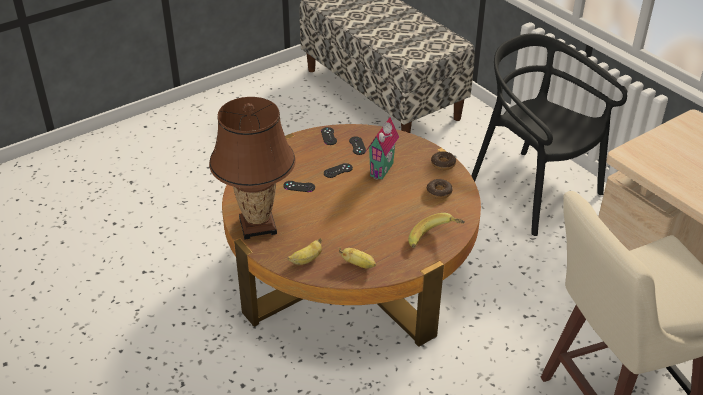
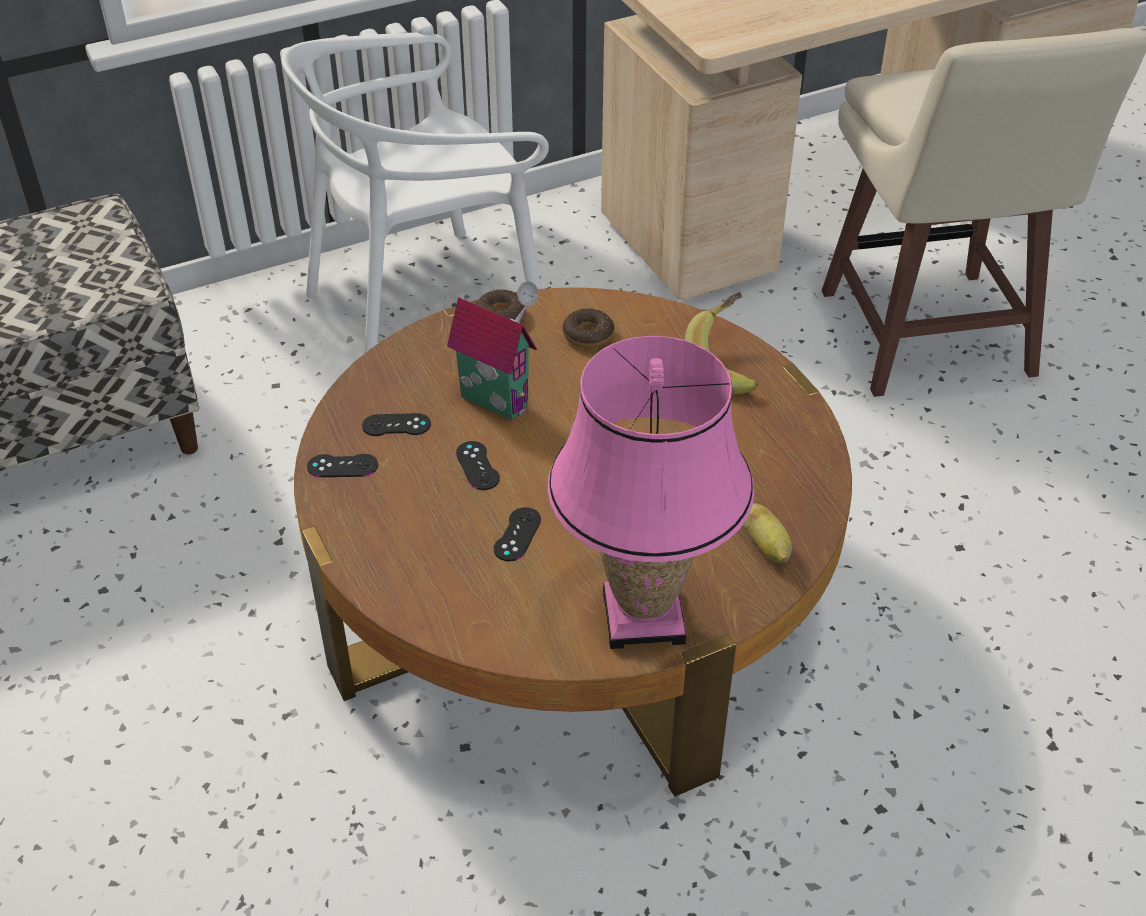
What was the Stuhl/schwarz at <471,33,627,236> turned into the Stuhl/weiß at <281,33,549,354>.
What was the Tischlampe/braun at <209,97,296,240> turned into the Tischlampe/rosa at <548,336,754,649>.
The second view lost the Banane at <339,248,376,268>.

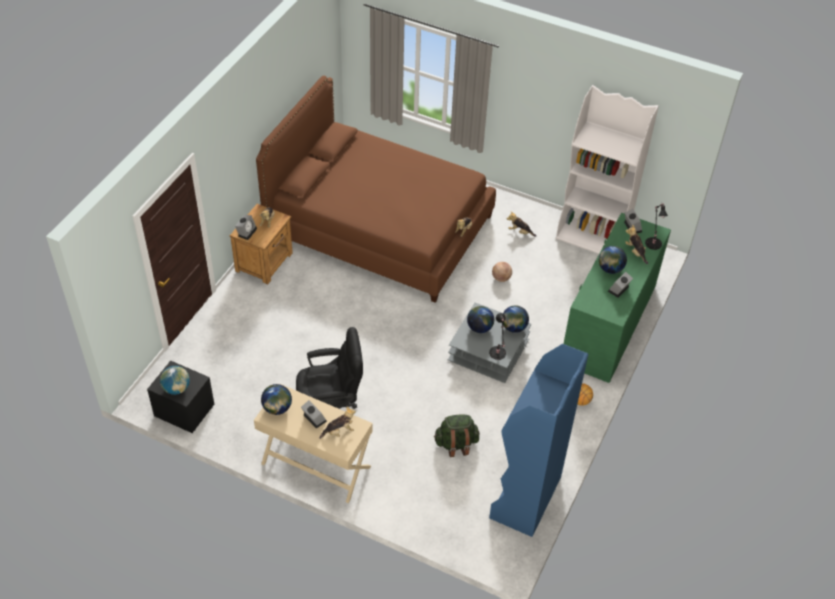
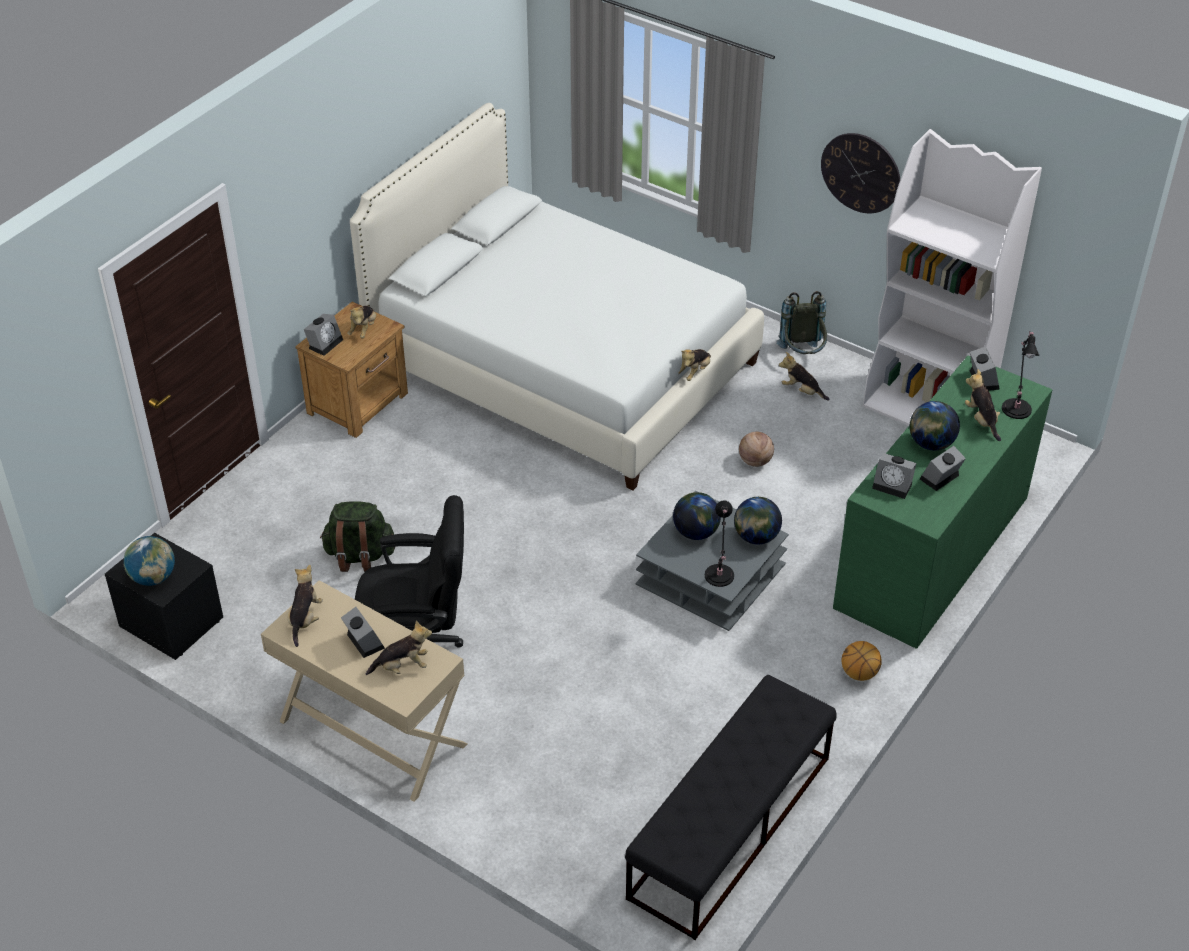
What was the Bett/braun at <256,76,496,303> turned into the Bett/weiß at <350,103,764,490>.
Where the Bücherregal/blau stood at <489,344,588,537>, the Bank/schwarz came to stand at <625,675,836,940>.
Where the Globus stood at <261,384,292,415>, the Plüschtier came to stand at <288,565,323,647>.
The Rucksack/grün ended up elsewhere, having gone from <434,415,480,457> to <320,501,395,572>.
The second view gained the Wanduhr at <821,133,900,213>.
The second view gained the Rucksack/grau at <776,291,827,354>.
The second view gained the Wecker at <872,453,916,499>.

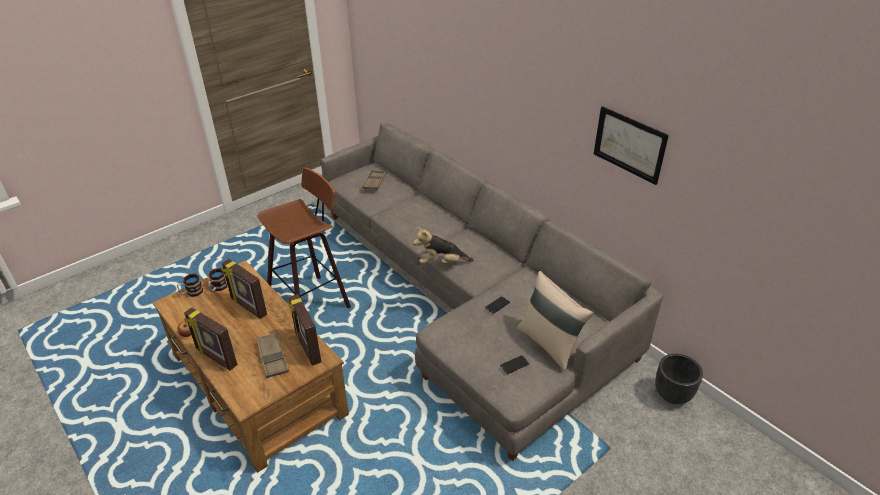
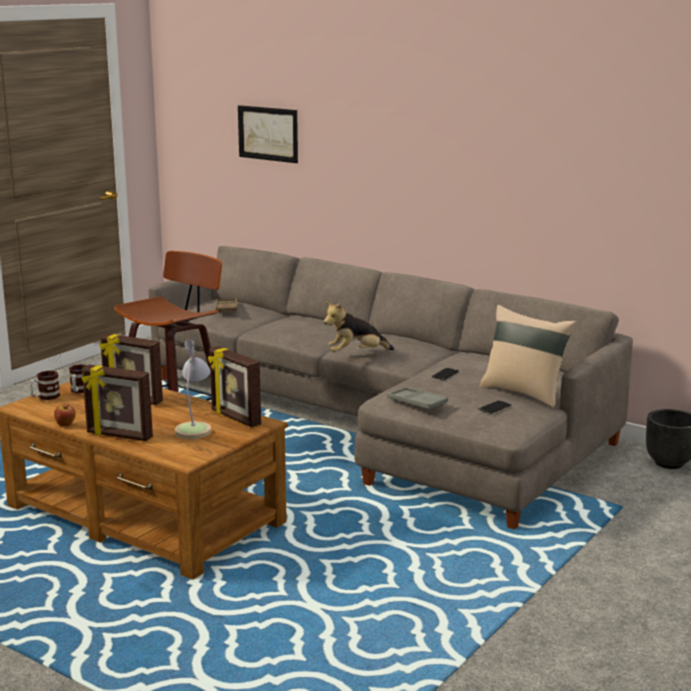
The Bild ended up elsewhere, having gone from <594,106,669,185> to <238,105,298,163>.
Where the Tablett/braun stood at <256,332,289,378>, the Tischlampe came to stand at <175,339,212,439>.
The second view gained the Tablett/grau at <387,387,448,410>.

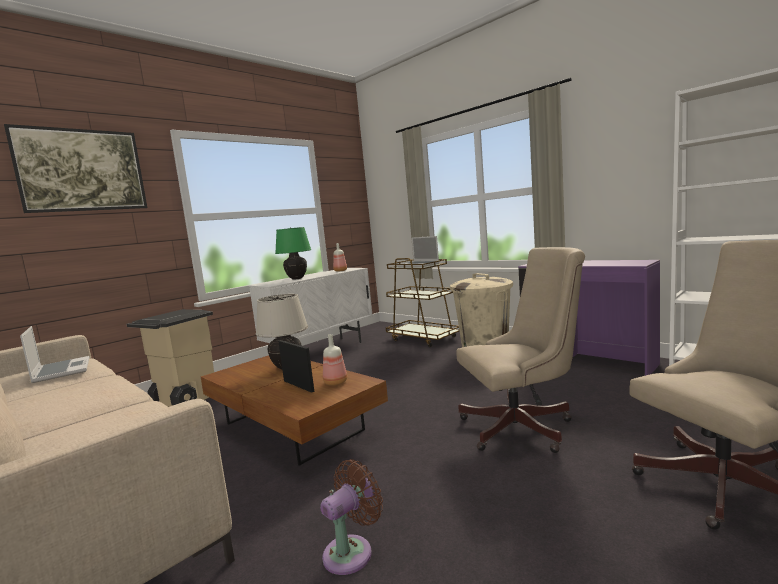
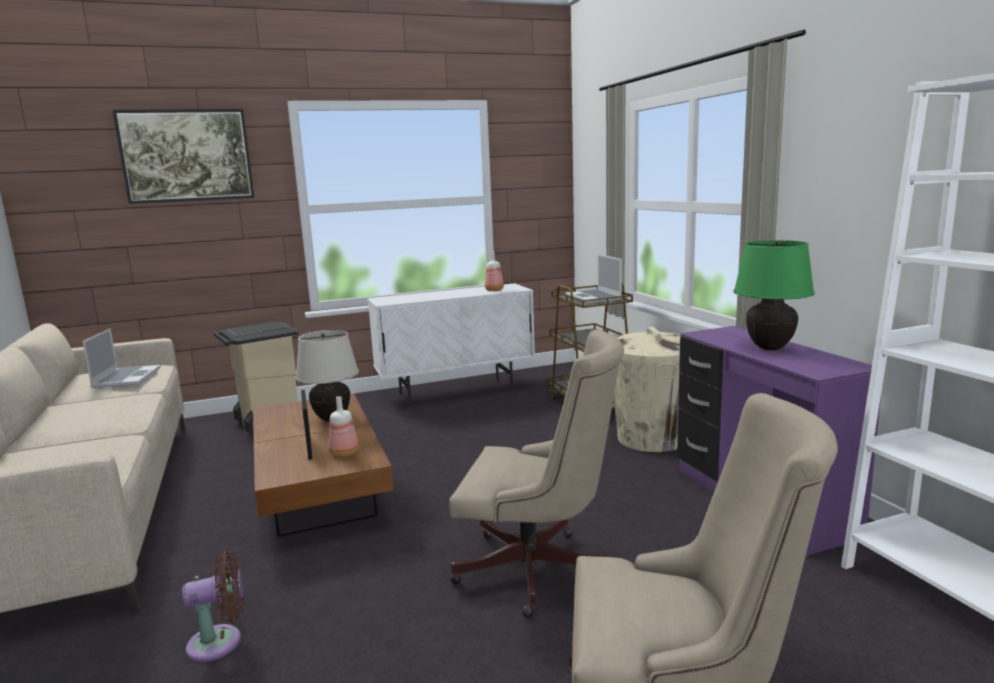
The Tischlampe/grün ended up elsewhere, having gone from <275,227,311,280> to <734,240,815,350>.

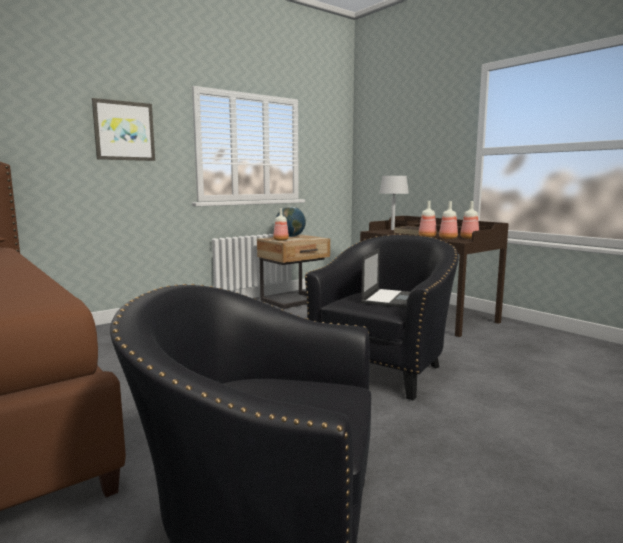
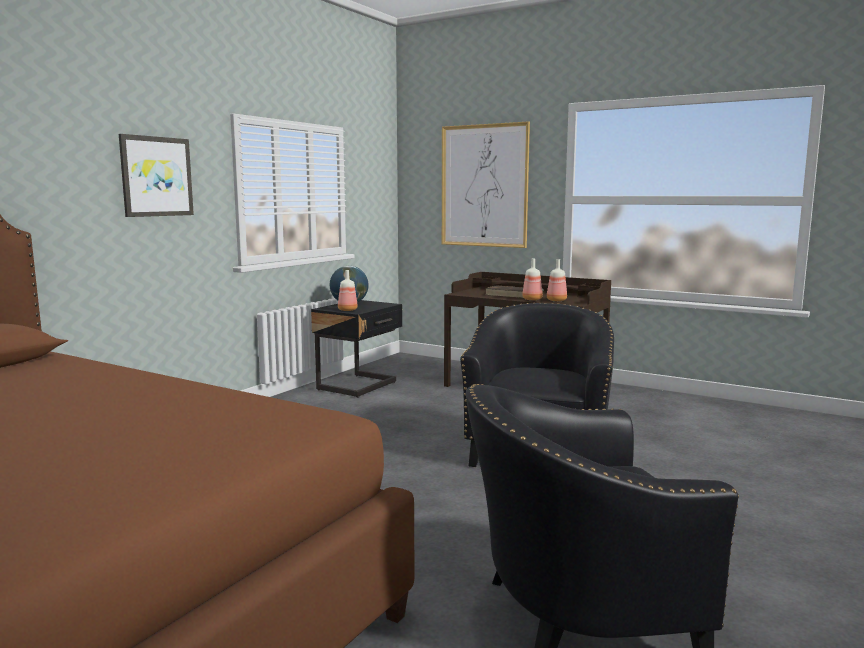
The second view lost the Tischlampe/grau at <379,176,409,230>.
The second view lost the Flasche at <460,201,479,239>.
What was the Nachttisch/beige at <257,235,330,310> turned into the Nachttisch/schwarz at <311,300,402,398>.
The second view lost the Laptop at <361,248,410,308>.
The second view gained the Bild at <442,121,530,248>.

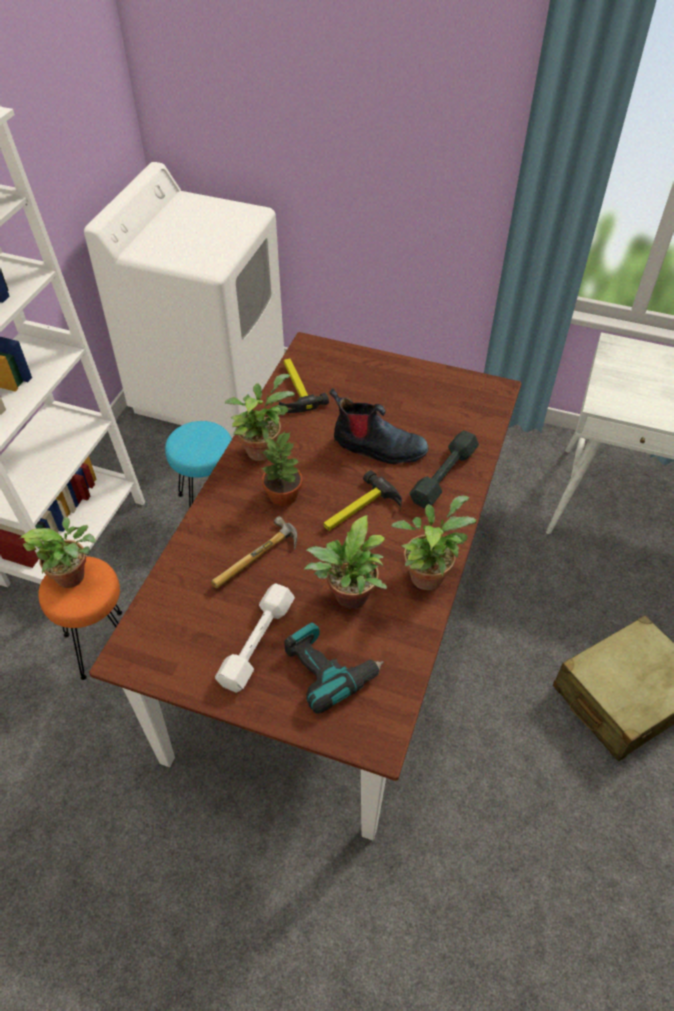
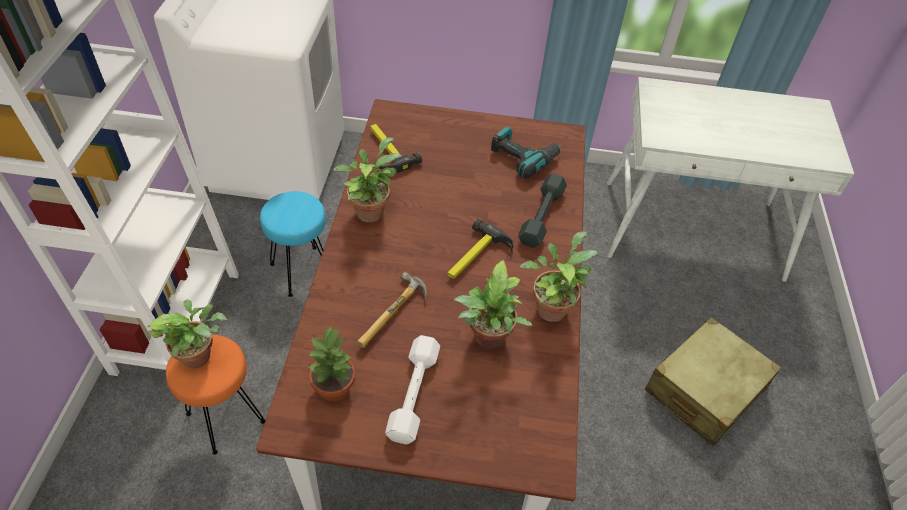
The second view lost the Stiefel at <329,388,428,464>.
The Topfpflanze ended up elsewhere, having gone from <262,431,303,506> to <309,326,355,401>.
The Bohrmaschine ended up elsewhere, having gone from <284,622,384,714> to <491,126,561,179>.

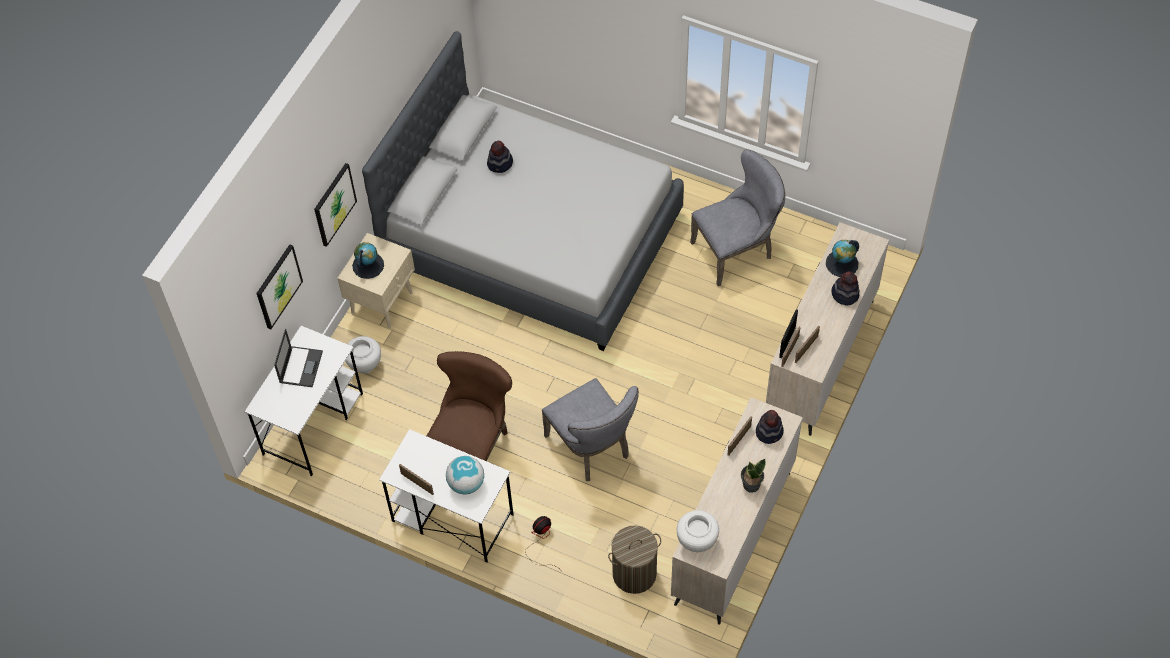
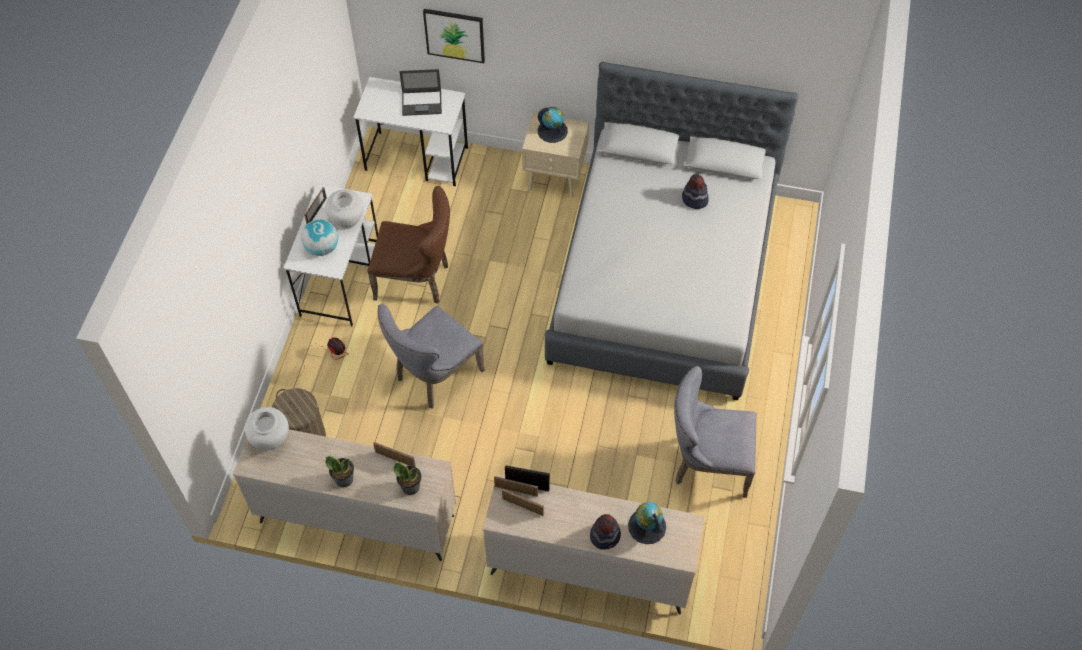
The Stuhl/grau at <690,149,785,286> ended up facing another way, 135 degrees clockwise from before.
The second view lost the Bild at <314,163,357,247>.
The Vase/weiß ended up elsewhere, having gone from <345,336,381,373> to <325,190,364,229>.
Where the Hut stood at <756,410,784,444>, the Topfpflanze came to stand at <393,462,422,495>.

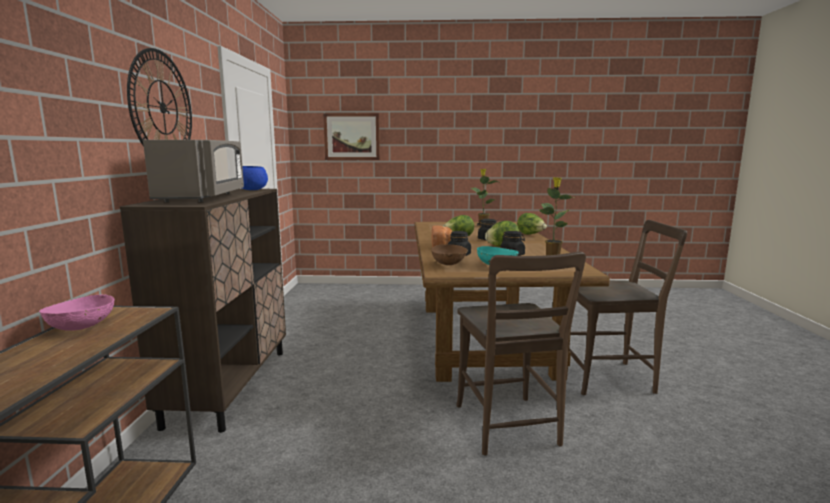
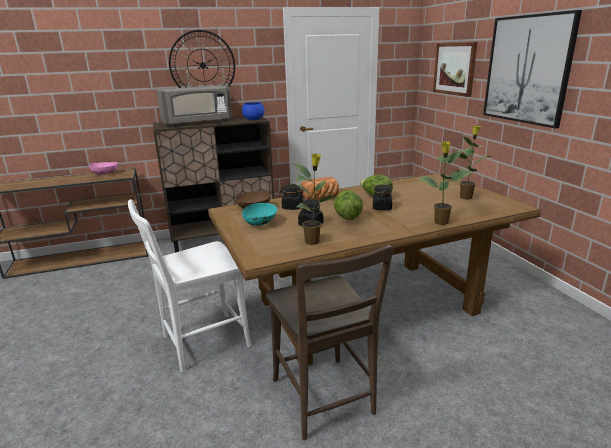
Where the Salatkopf stood at <517,213,547,234>, the Topfpflanze came to stand at <417,141,472,225>.
What was the Stuhl/braun at <456,252,586,455> turned into the Stuhl/weiß at <128,199,252,372>.
The second view gained the Bild at <483,10,582,128>.

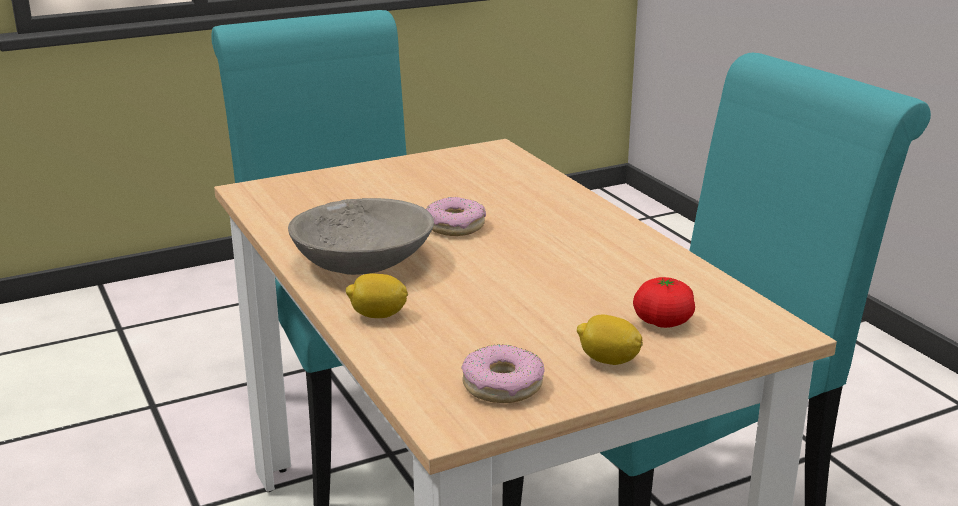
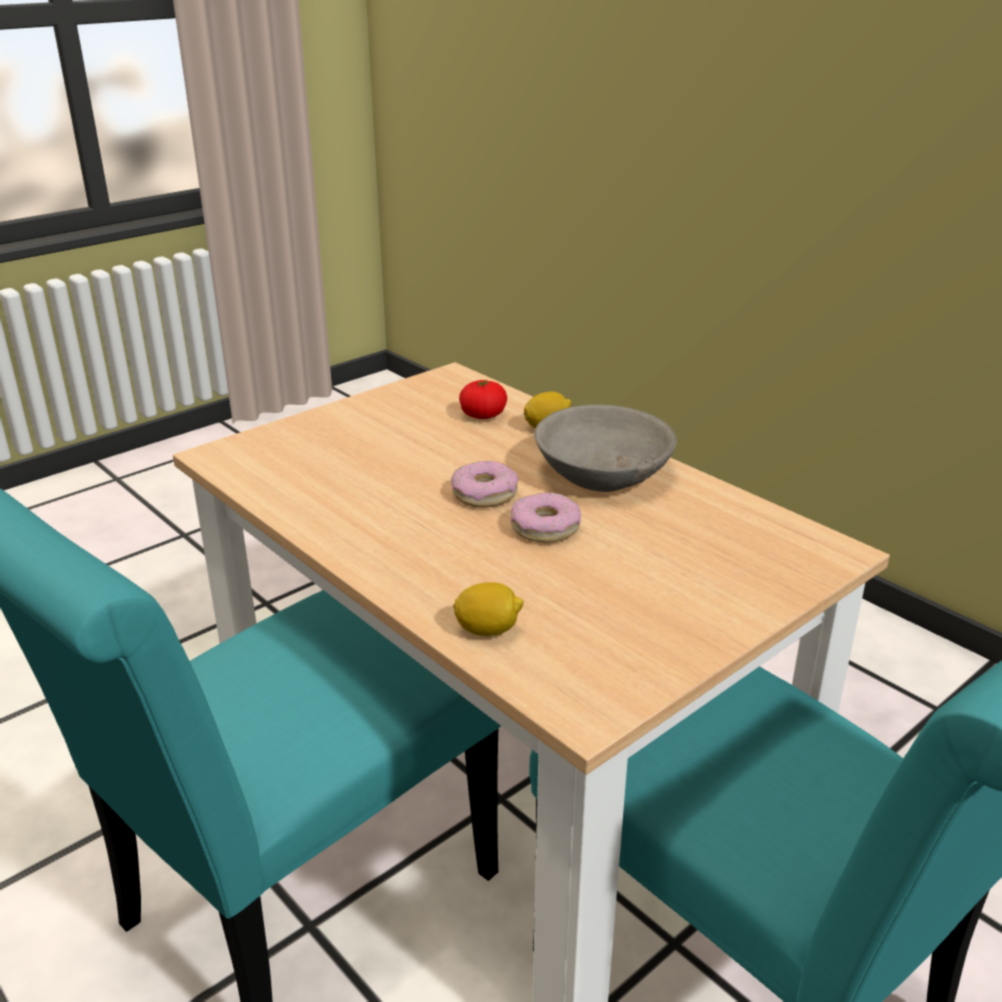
The Tomate ended up elsewhere, having gone from <633,277,695,328> to <459,380,507,419>.
The Zitrone ended up elsewhere, having gone from <577,315,643,365> to <453,582,524,636>.
The Donut ended up elsewhere, having gone from <461,344,545,403> to <451,461,519,508>.

